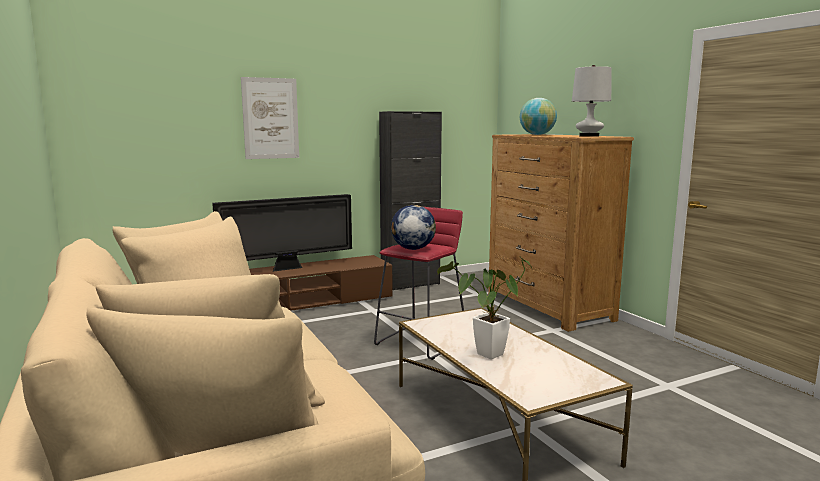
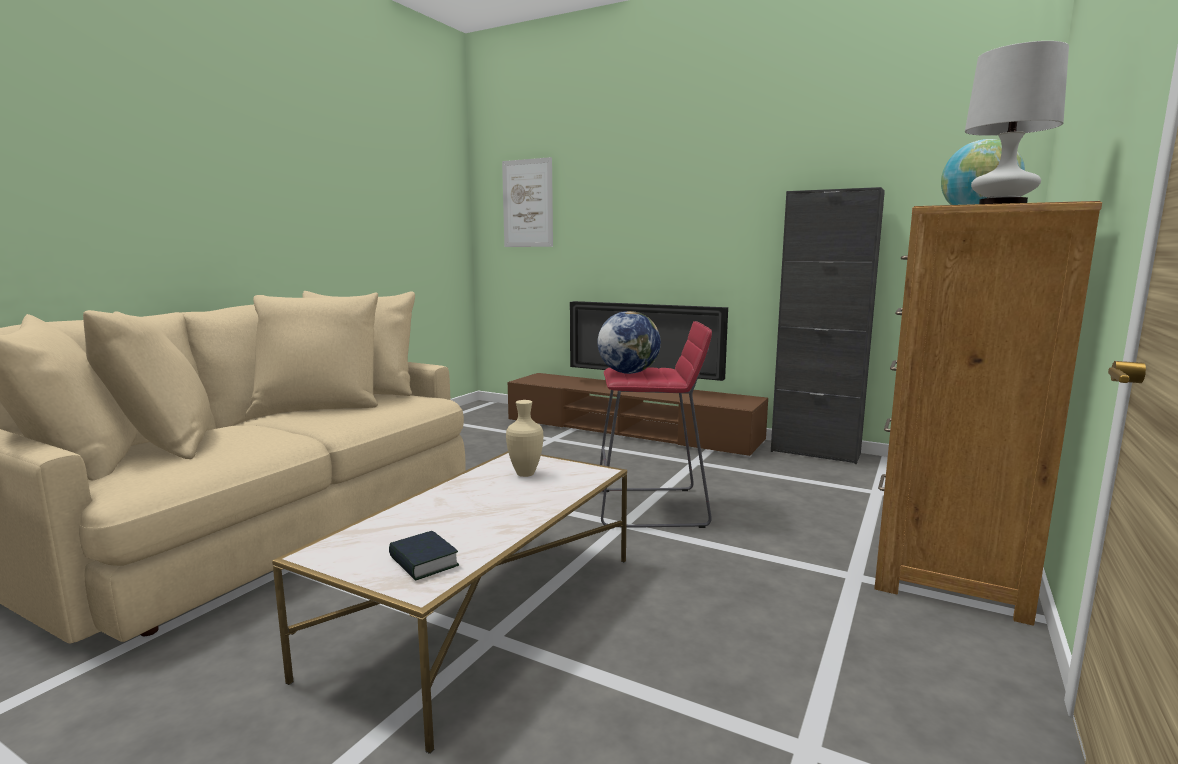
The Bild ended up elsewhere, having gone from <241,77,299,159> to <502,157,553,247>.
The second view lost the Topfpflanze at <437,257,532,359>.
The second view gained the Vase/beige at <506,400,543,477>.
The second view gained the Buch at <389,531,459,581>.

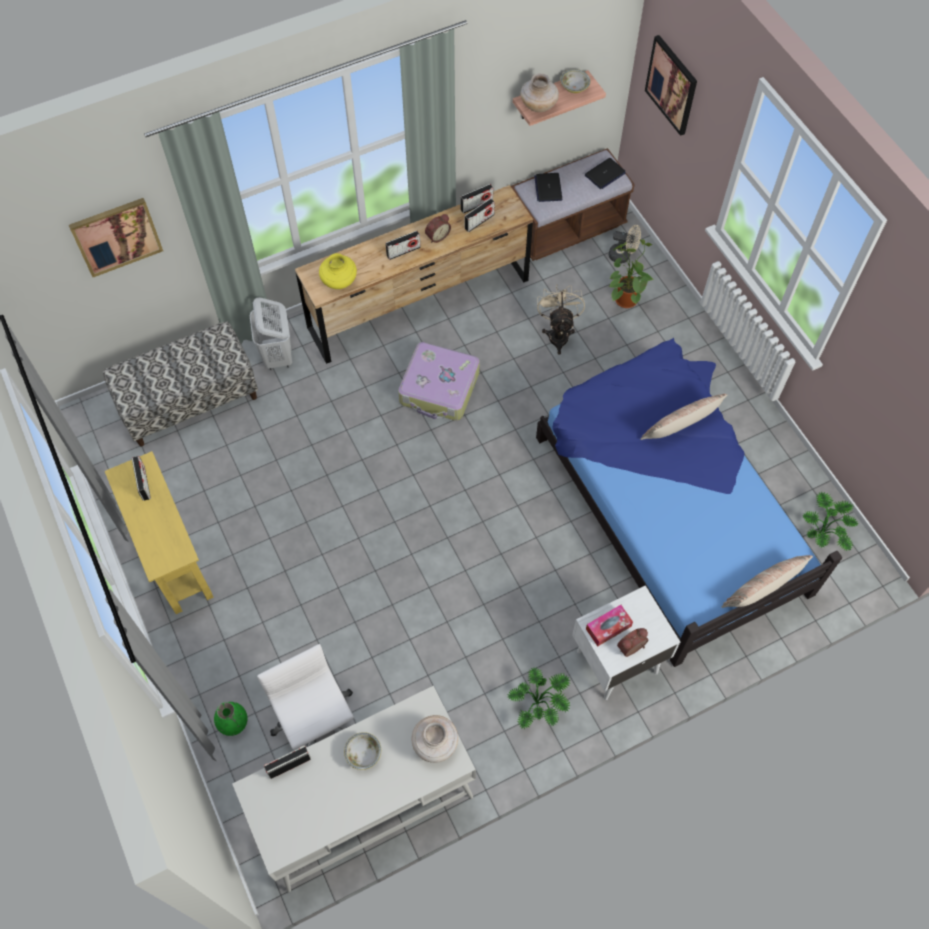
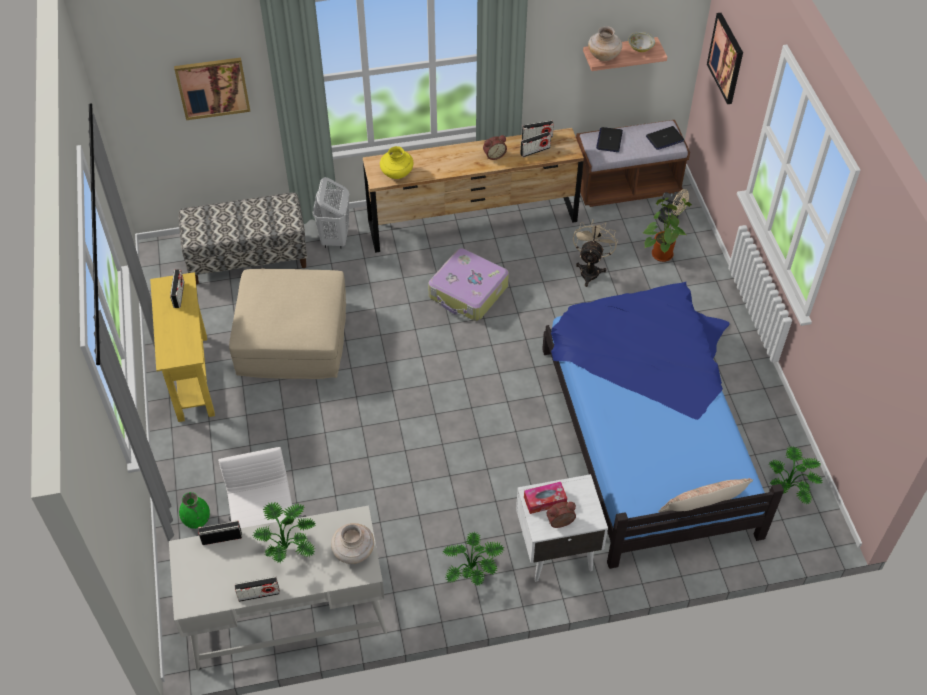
The Radio ended up elsewhere, having gone from <385,231,421,260> to <235,576,280,602>.
The second view lost the Kissen at <640,394,727,440>.
Where the Schüssel stood at <344,732,381,770>, the Topfpflanze came to stand at <253,503,316,563>.
The second view gained the Polsterhocker/beige at <229,269,346,379>.

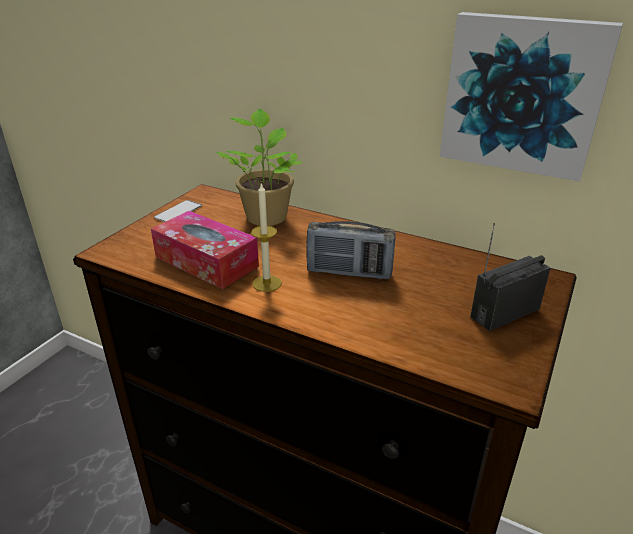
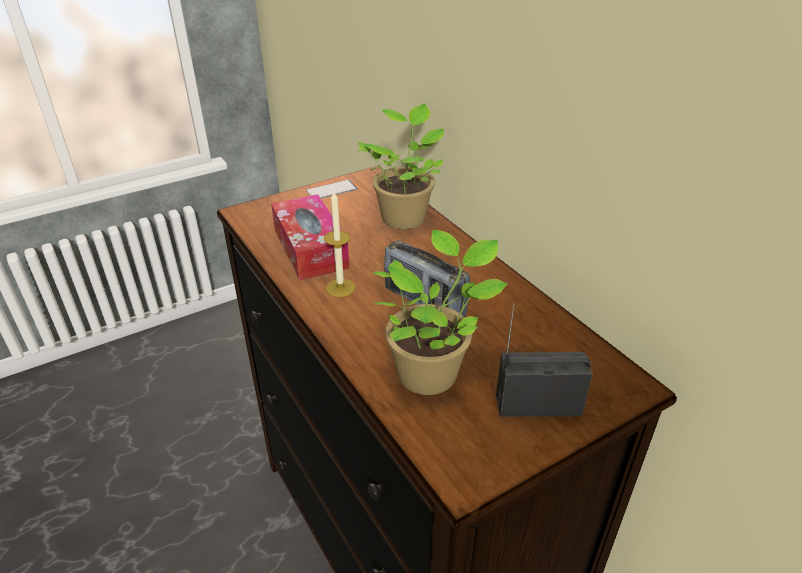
The second view lost the Bild at <440,12,623,181>.
The second view gained the Topfpflanze at <373,230,508,395>.

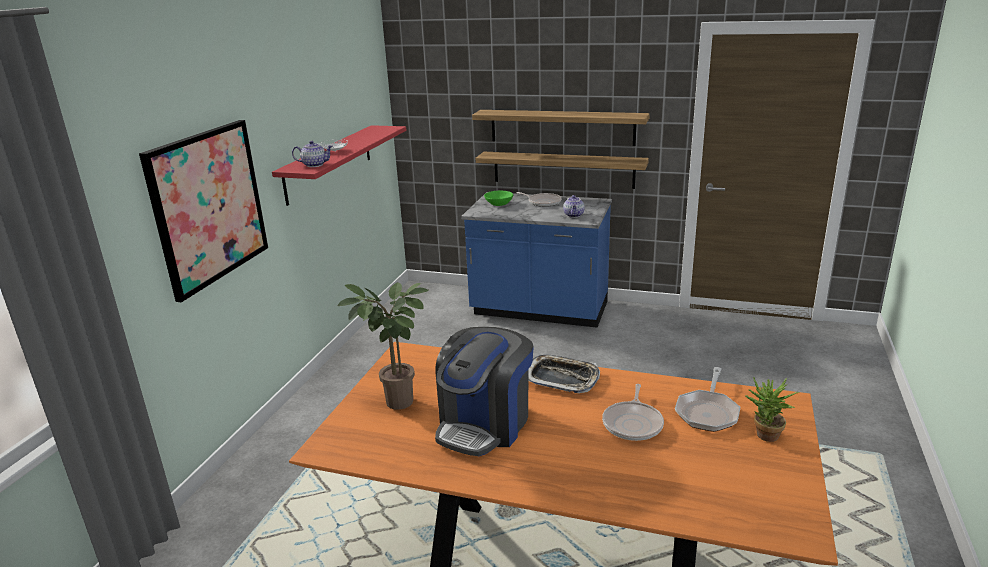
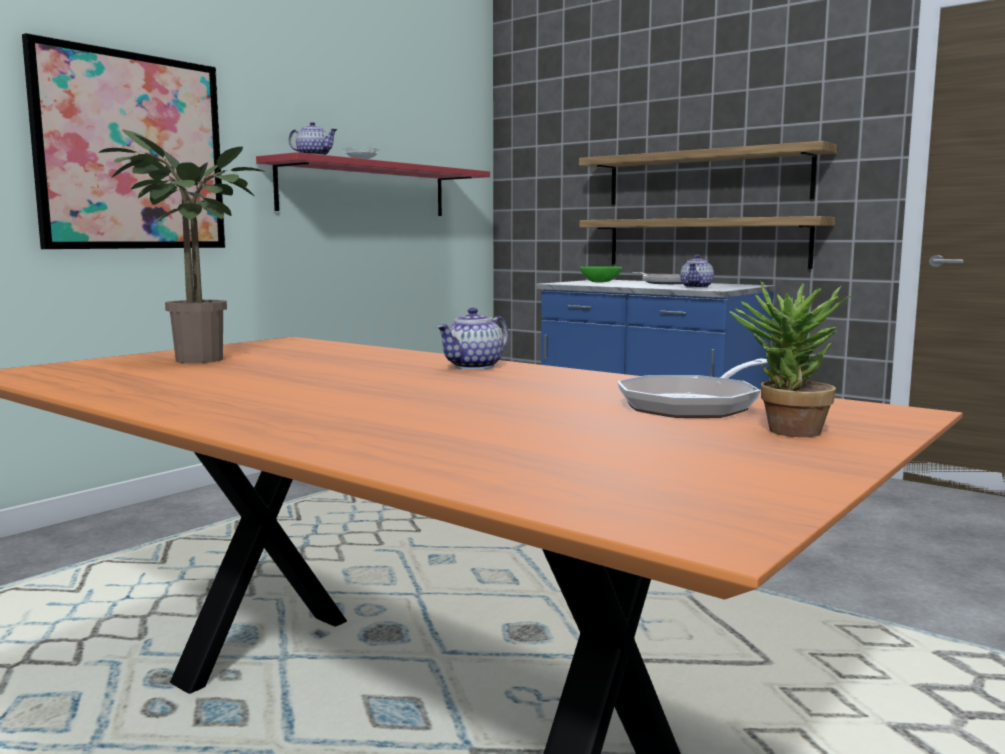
The second view lost the Kaffeemaschine at <435,327,534,457>.
Where the Tablett stood at <528,355,600,393>, the Teekanne came to stand at <436,308,508,370>.
The second view lost the Pfanne at <602,384,664,441>.

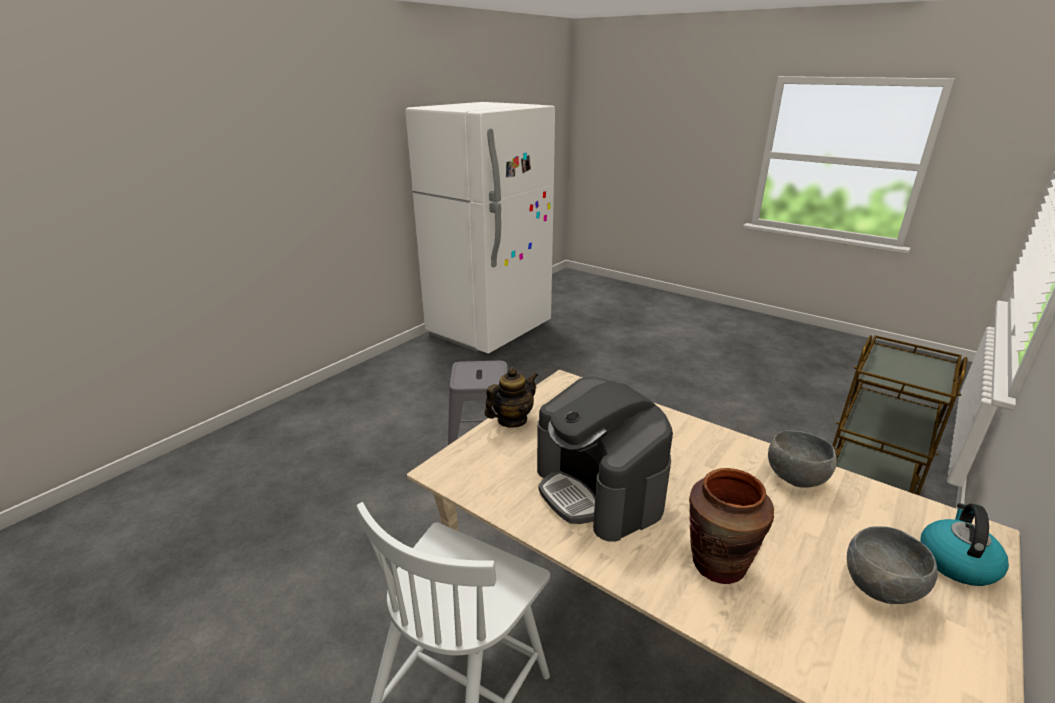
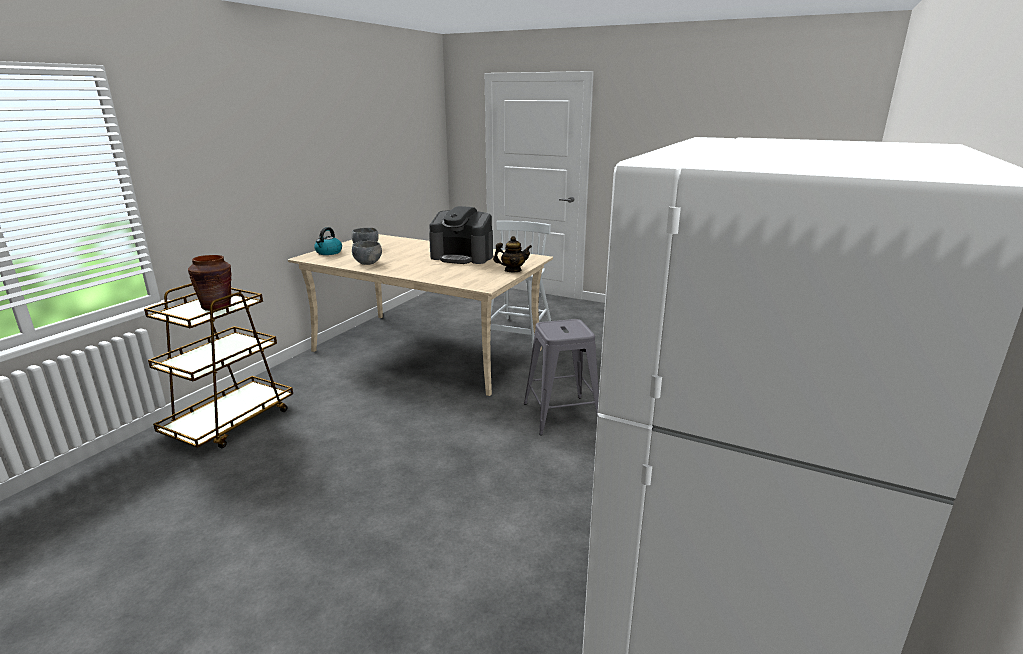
The Teekanne at <485,367,538,427> ended up facing another way, 135 degrees counterclockwise from before.
The Kaffeemaschine at <537,377,673,542> ended up facing another way, 150 degrees clockwise from before.
The Vase/braun ended up elsewhere, having gone from <689,468,774,584> to <188,255,232,311>.

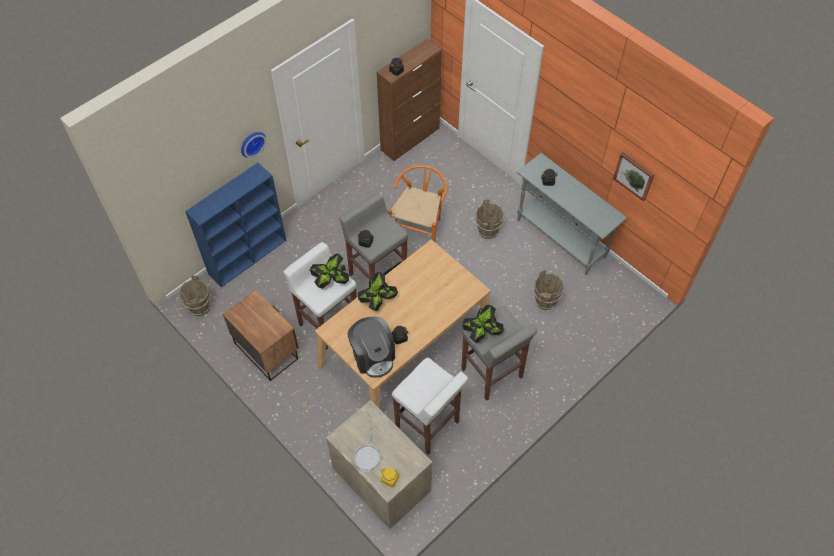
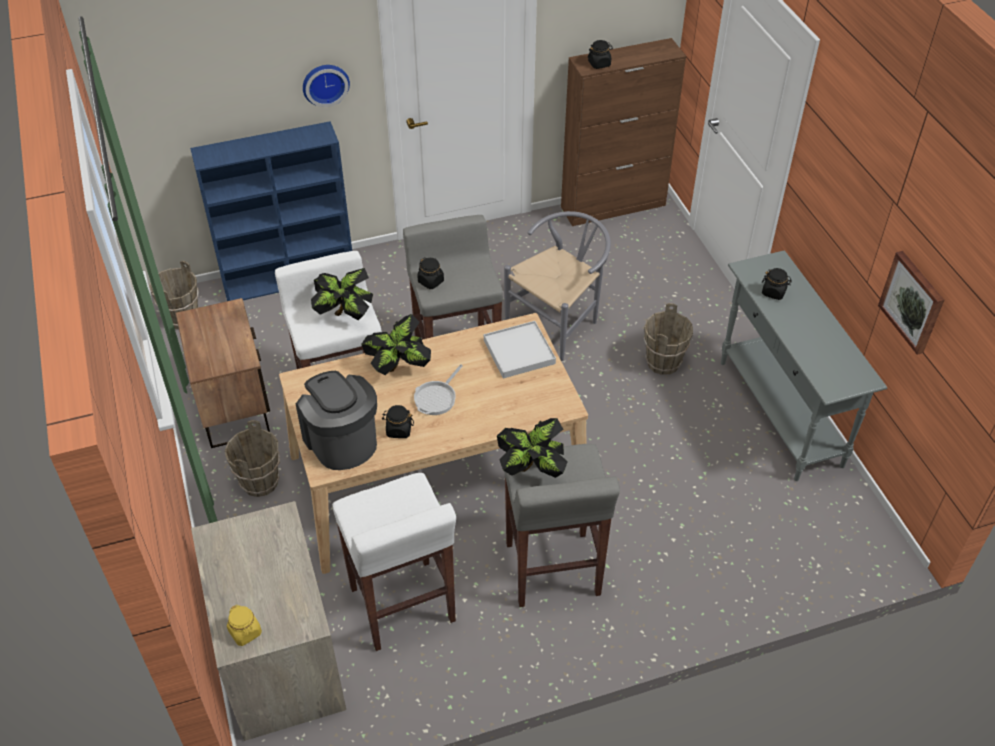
What was the Stuhl/orange at <388,165,447,242> turned into the Stuhl/grau at <504,211,611,361>.
The Eimer/braun ended up elsewhere, having gone from <534,270,565,310> to <225,420,280,497>.
The Kaffeemaschine at <347,316,395,378> ended up facing another way, 150 degrees clockwise from before.
The Pfanne ended up elsewhere, having gone from <353,427,381,472> to <414,364,463,415>.
The second view gained the Tablett/weiß at <484,321,556,378>.

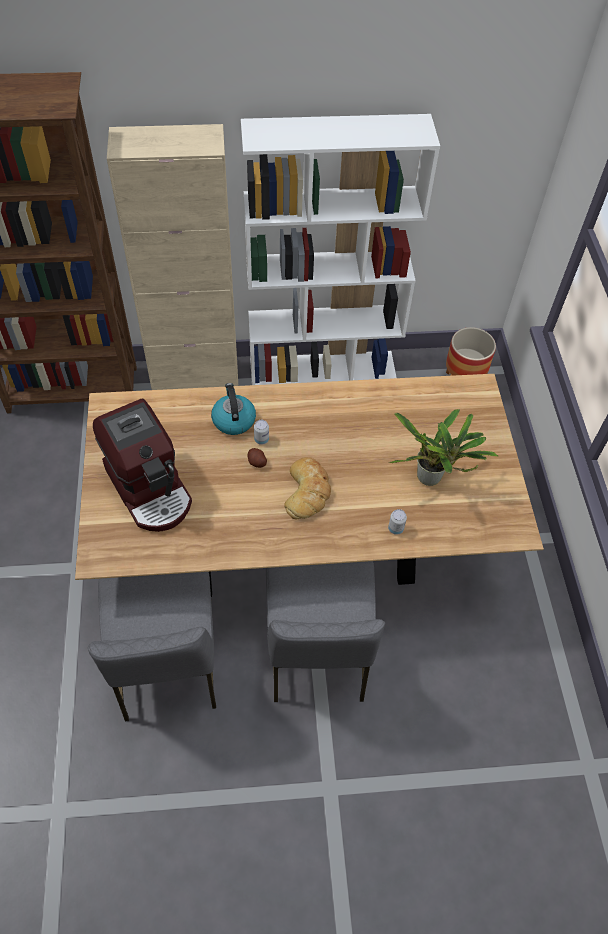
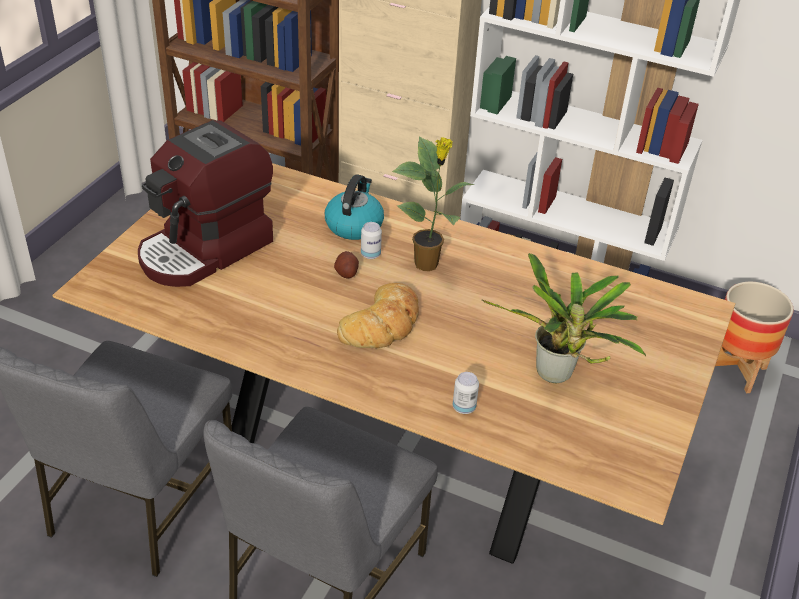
The Kaffeemaschine at <93,399,192,532> ended up facing another way, 45 degrees clockwise from before.
The second view gained the Topfpflanze at <392,137,475,271>.

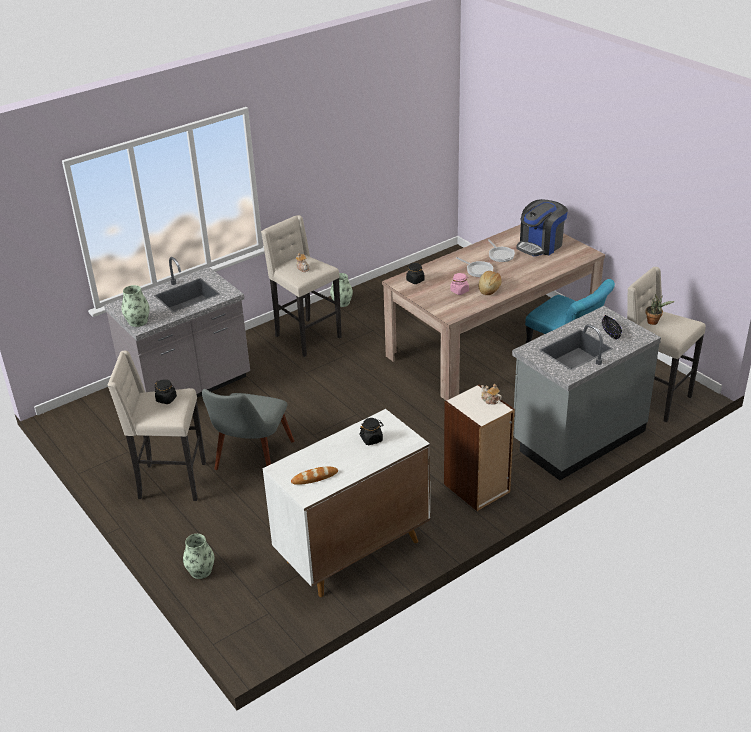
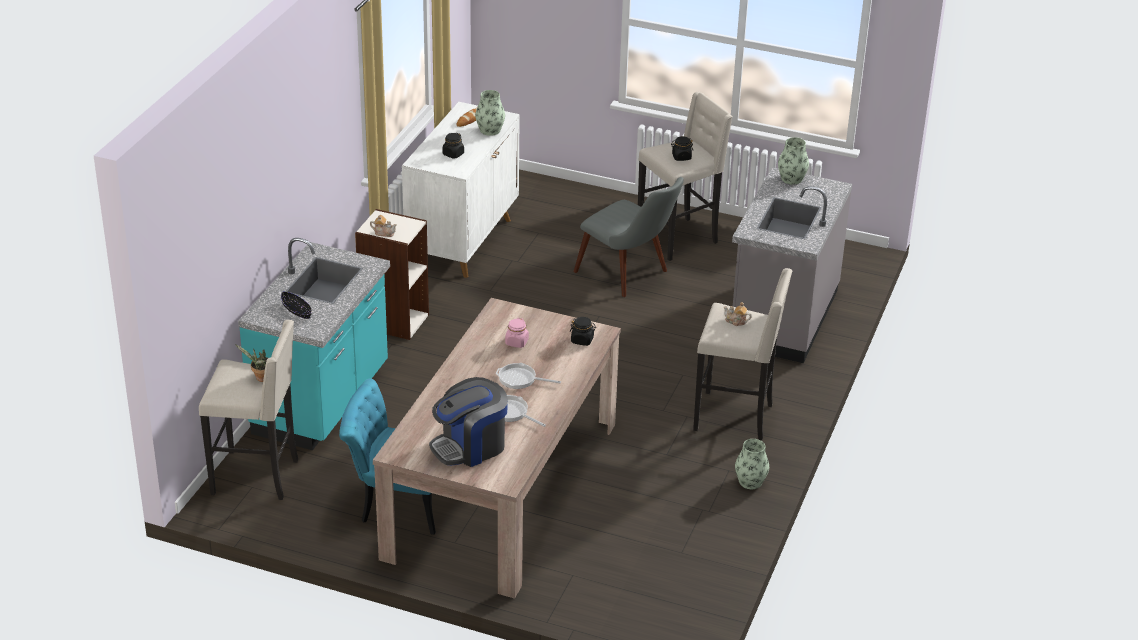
The Kaffeemaschine at <516,199,568,256> ended up facing another way, 135 degrees counterclockwise from before.
The second view lost the Brot at <479,271,502,295>.
What was the Küchenzeile/grau at <512,306,661,480> turned into the Küchenzeile/türkis at <238,238,390,450>.
The Stuhl/grau at <202,389,294,470> ended up facing another way, 150 degrees clockwise from before.
The Vase ended up elsewhere, having gone from <183,534,214,579> to <475,90,505,136>.

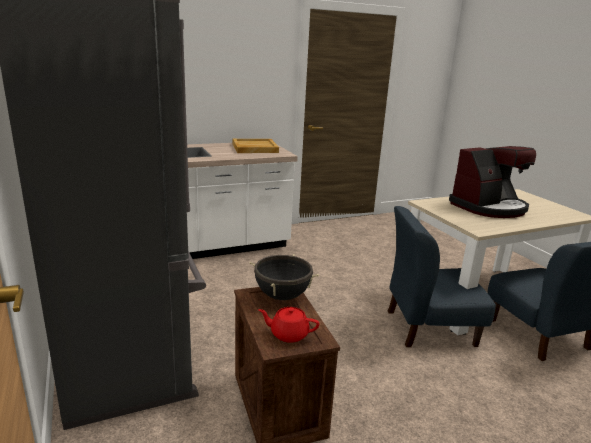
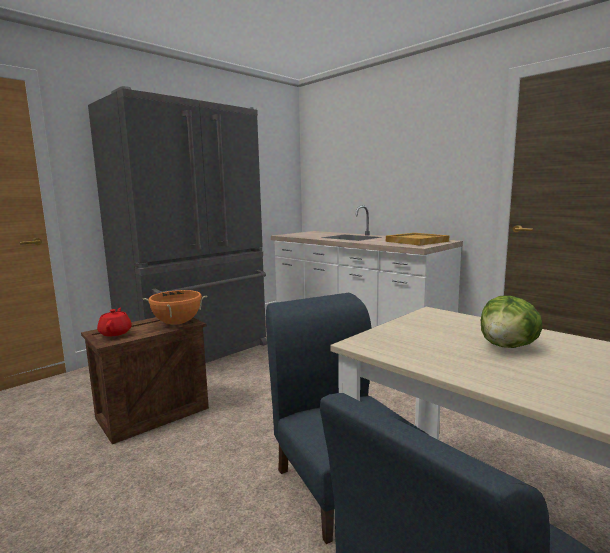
Where the Kaffeemaschine stood at <449,146,536,218>, the Salatkopf came to stand at <481,296,543,348>.
What was the Kochtopf/schwarz at <249,254,319,300> turned into the Kochtopf/orange at <143,290,207,325>.

